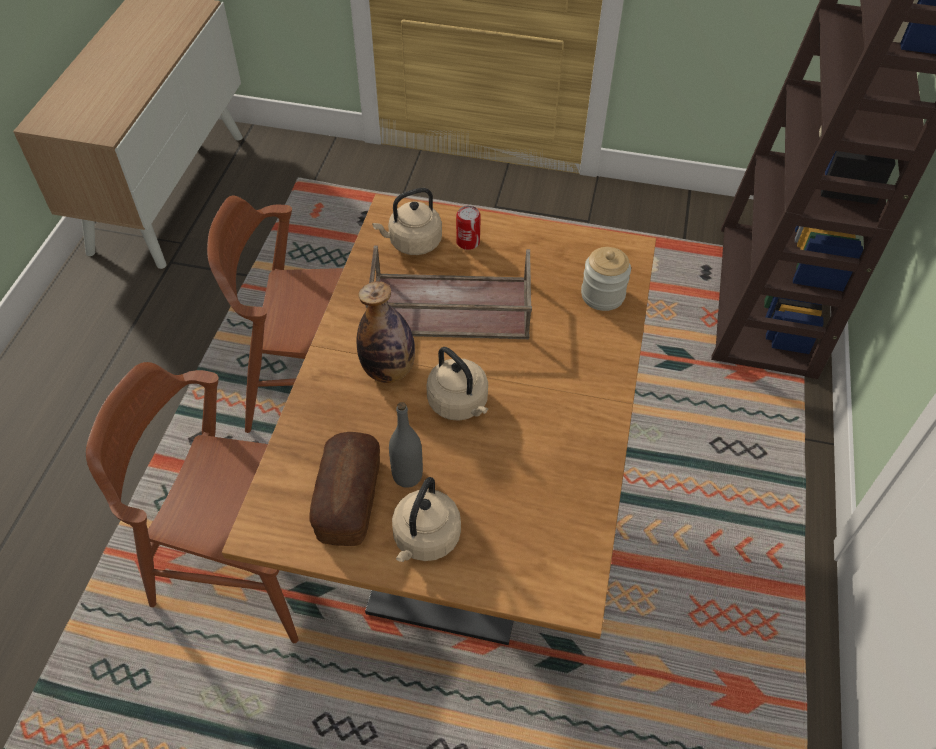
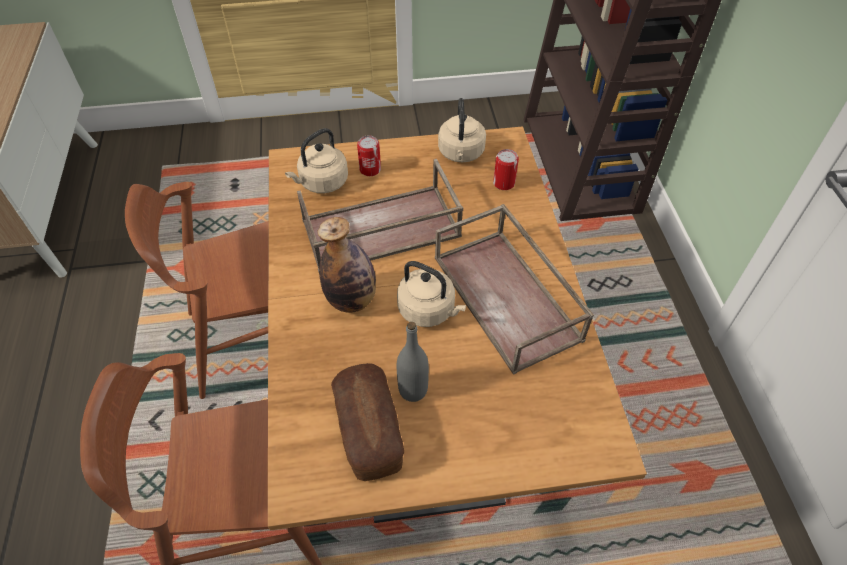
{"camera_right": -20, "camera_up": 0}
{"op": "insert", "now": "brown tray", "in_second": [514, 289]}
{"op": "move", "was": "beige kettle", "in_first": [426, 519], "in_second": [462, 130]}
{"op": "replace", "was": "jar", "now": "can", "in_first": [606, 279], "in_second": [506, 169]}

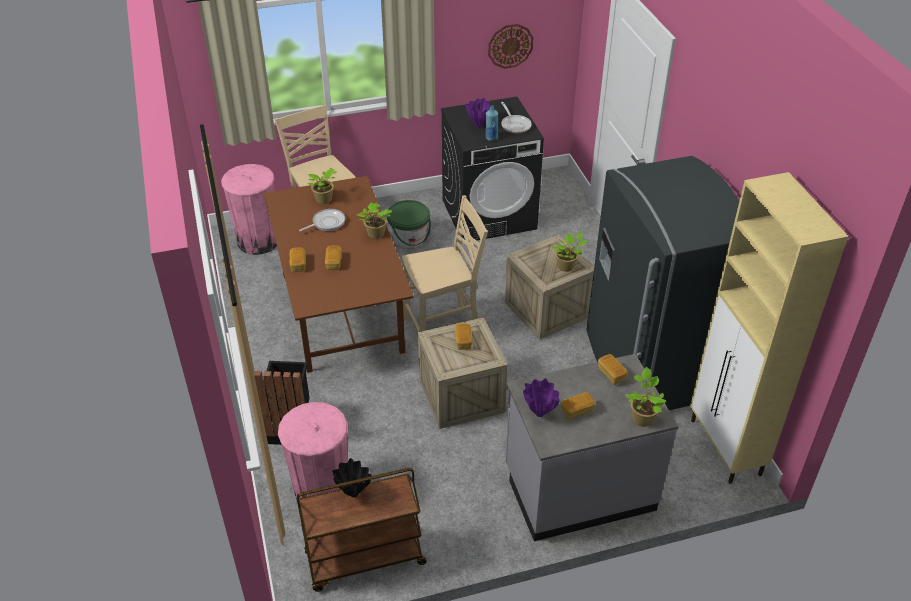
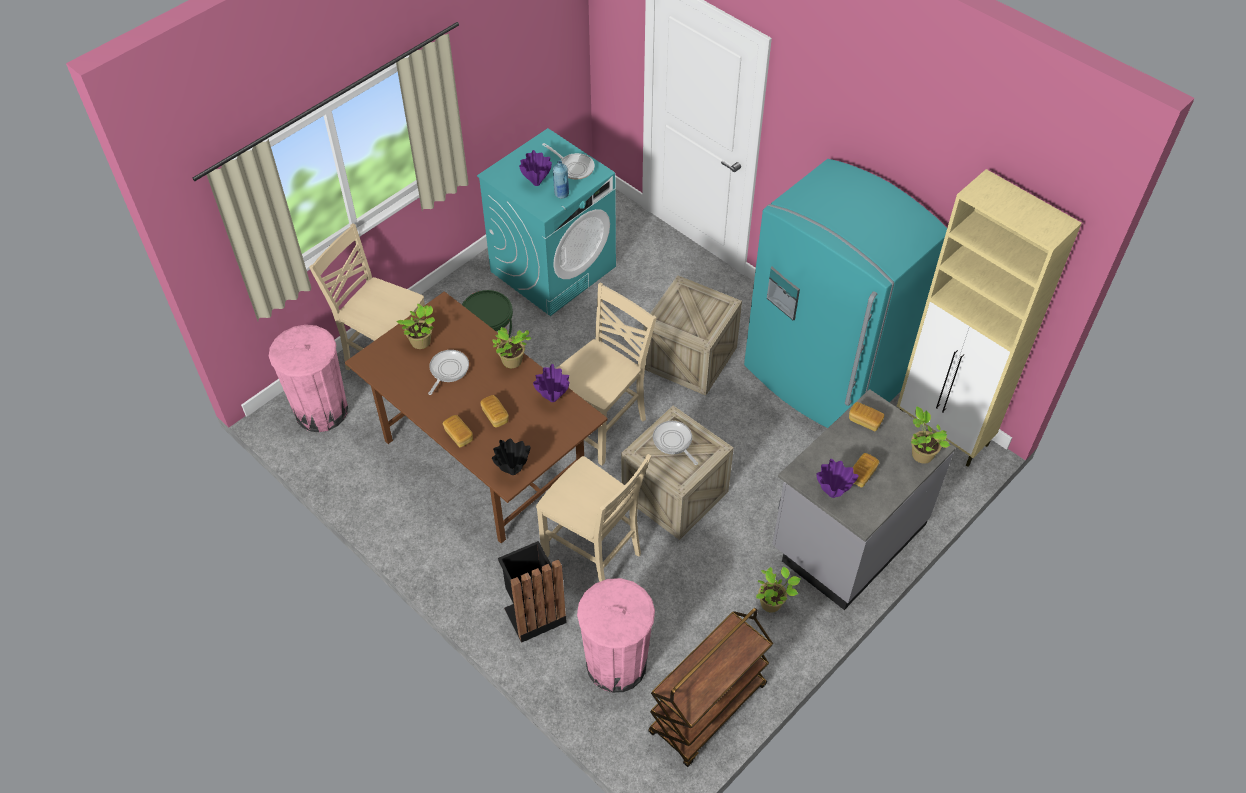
{"camera_right": -30, "camera_up": 10}
{"op": "recolor", "was": "black washing machine", "now": "turquoise washing machine", "in_first": [492, 170], "in_second": [546, 222]}
{"op": "move", "was": "black vase", "in_first": [352, 477], "in_second": [511, 457]}
{"op": "insert", "now": "purple vase", "in_second": [551, 383]}
{"op": "insert", "now": "beige chair", "in_second": [593, 518]}
{"op": "replace", "was": "bread", "now": "frying pan", "in_first": [463, 336], "in_second": [675, 443]}
{"op": "recolor", "was": "grey fridge", "now": "turquoise fridge", "in_first": [662, 283], "in_second": [845, 293]}
{"op": "move", "was": "potted plant", "in_first": [569, 252], "in_second": [778, 589]}
{"op": "delete", "was": "wall clock", "in_first": [510, 46]}

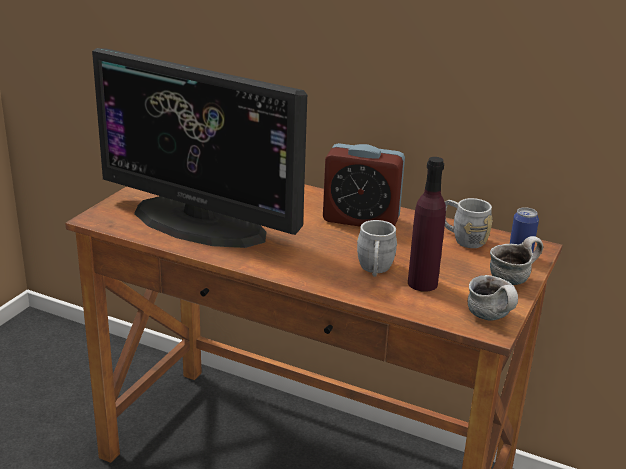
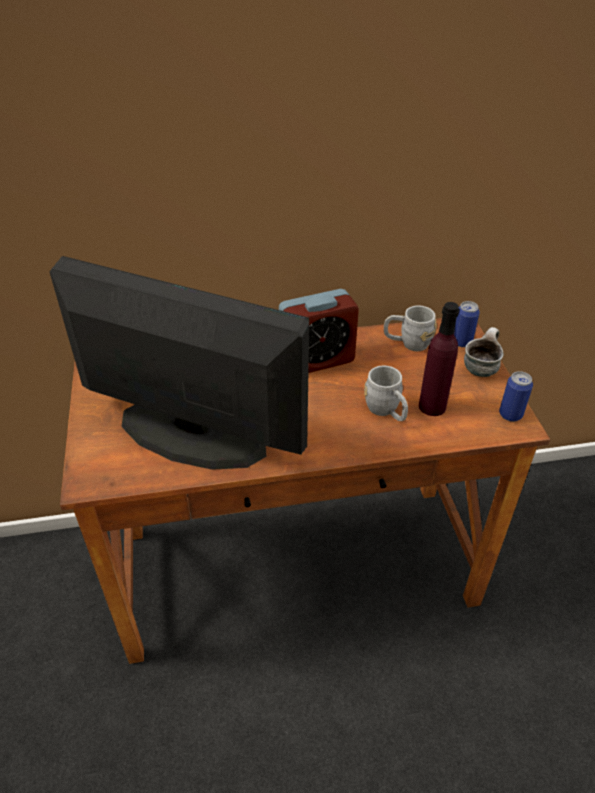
{"camera_right": -35, "camera_up": 15}
{"op": "rotate", "was": "monitor", "in_first": [199, 148], "in_second": [179, 363], "clockwise": -150}
{"op": "replace", "was": "mug", "now": "can", "in_first": [493, 298], "in_second": [516, 396]}

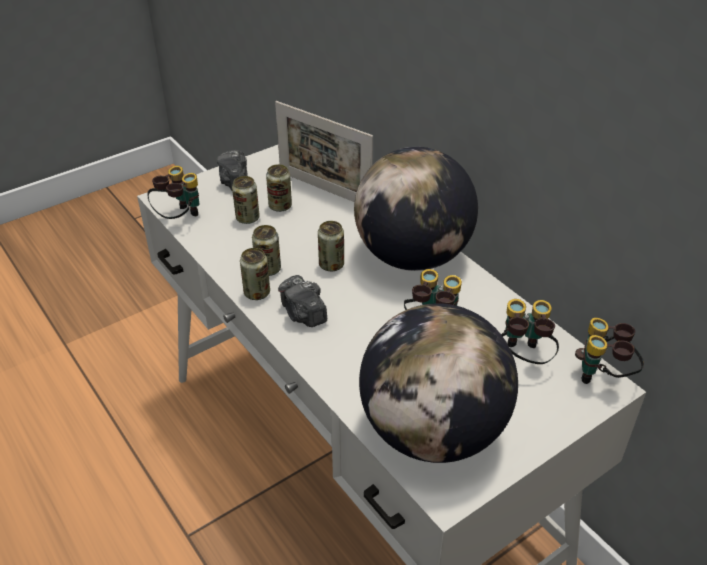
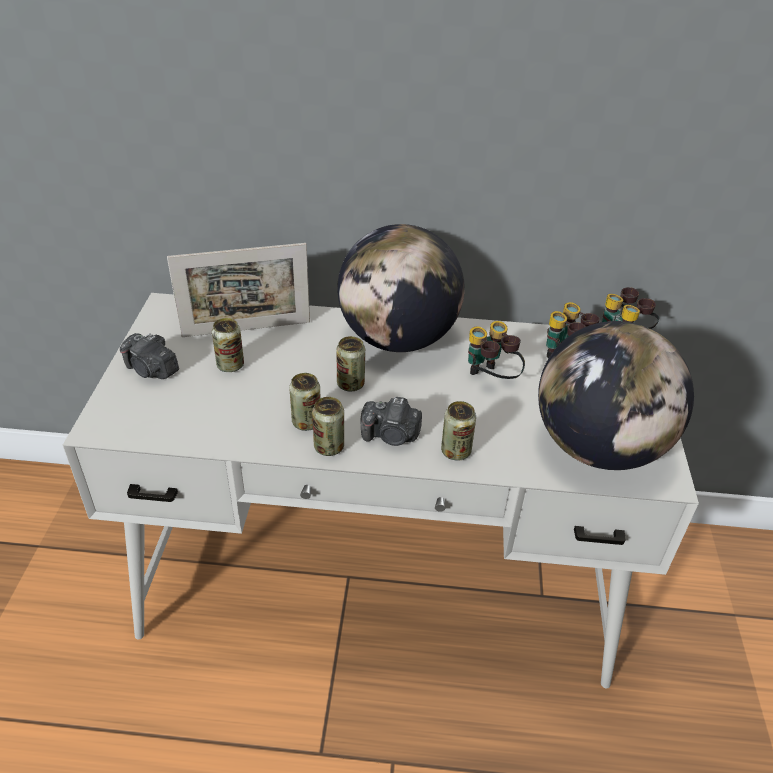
{"camera_right": -50, "camera_up": 0}
{"op": "move", "was": "can", "in_first": [246, 200], "in_second": [458, 430]}
{"op": "delete", "was": "binoculars", "in_first": [173, 192]}

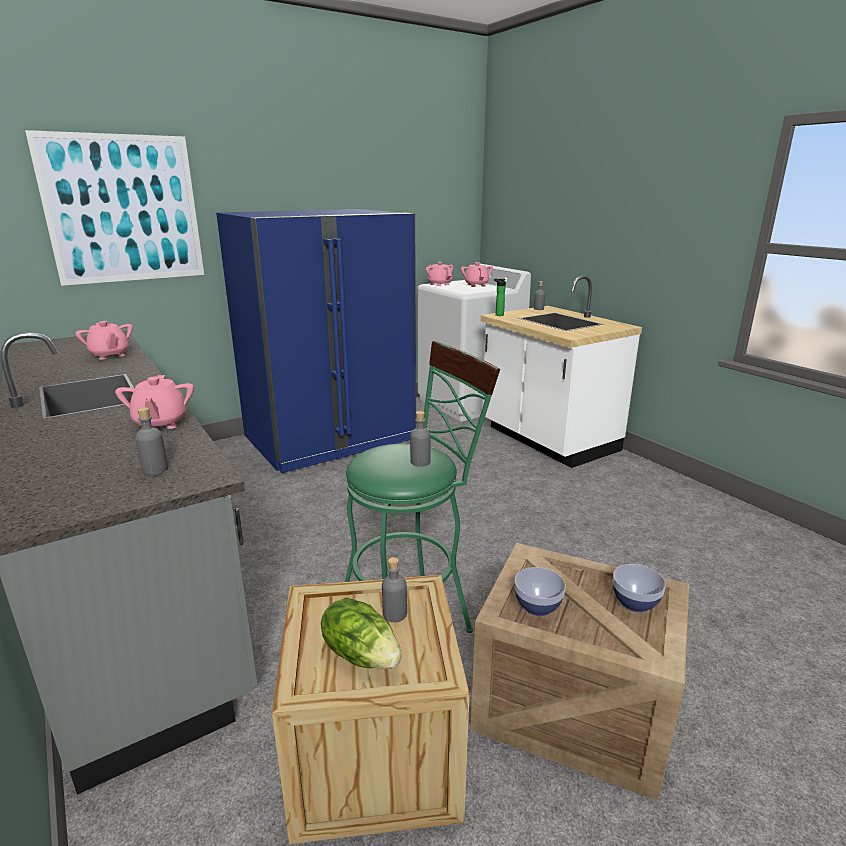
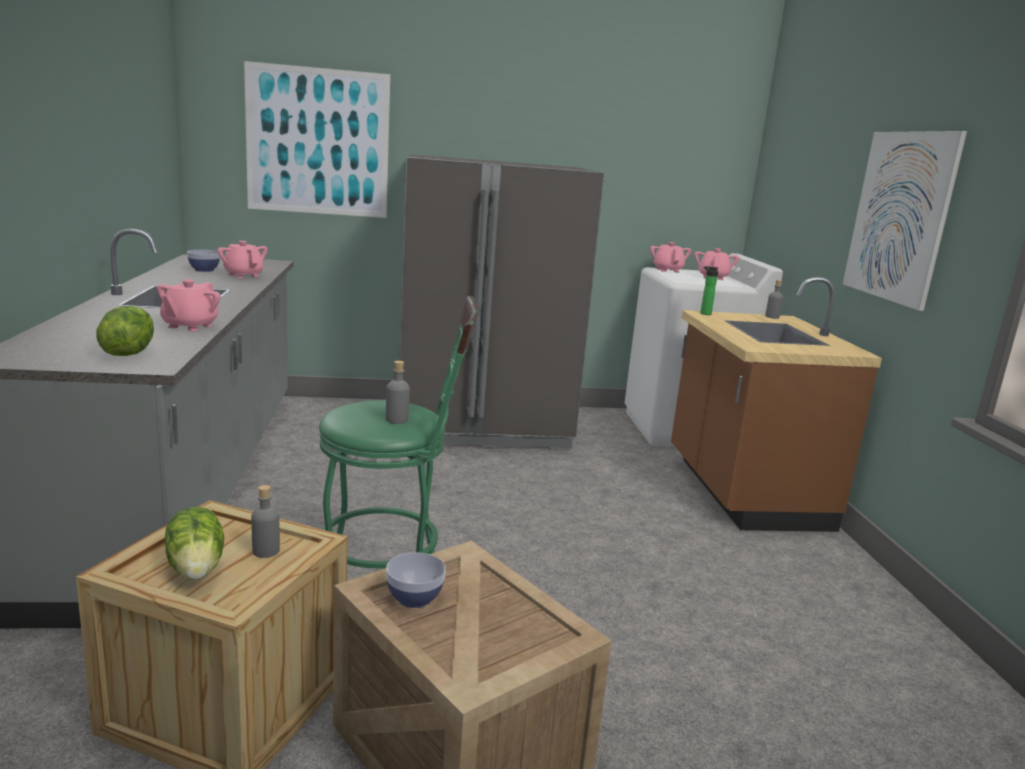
{"camera_right": 25, "camera_up": -5}
{"op": "replace", "was": "grey bottle", "now": "lettuce", "in_first": [151, 441], "in_second": [125, 331]}
{"op": "move", "was": "bowl", "in_first": [639, 588], "in_second": [203, 261]}
{"op": "rotate", "was": "pink teapot", "in_first": [104, 340], "in_second": [242, 259], "clockwise": 150}
{"op": "recolor", "was": "blue fridge", "now": "grey fridge", "in_first": [316, 341], "in_second": [502, 301]}
{"op": "recolor", "was": "white counter", "now": "brown counter", "in_first": [561, 372], "in_second": [776, 404]}
{"op": "insert", "now": "picture", "in_second": [905, 221]}

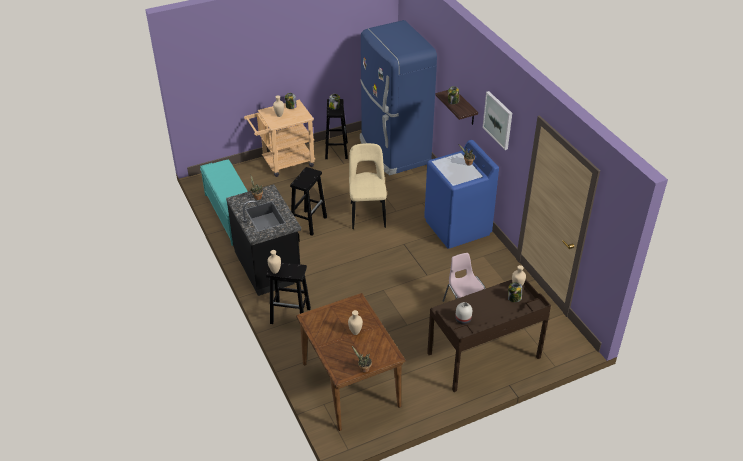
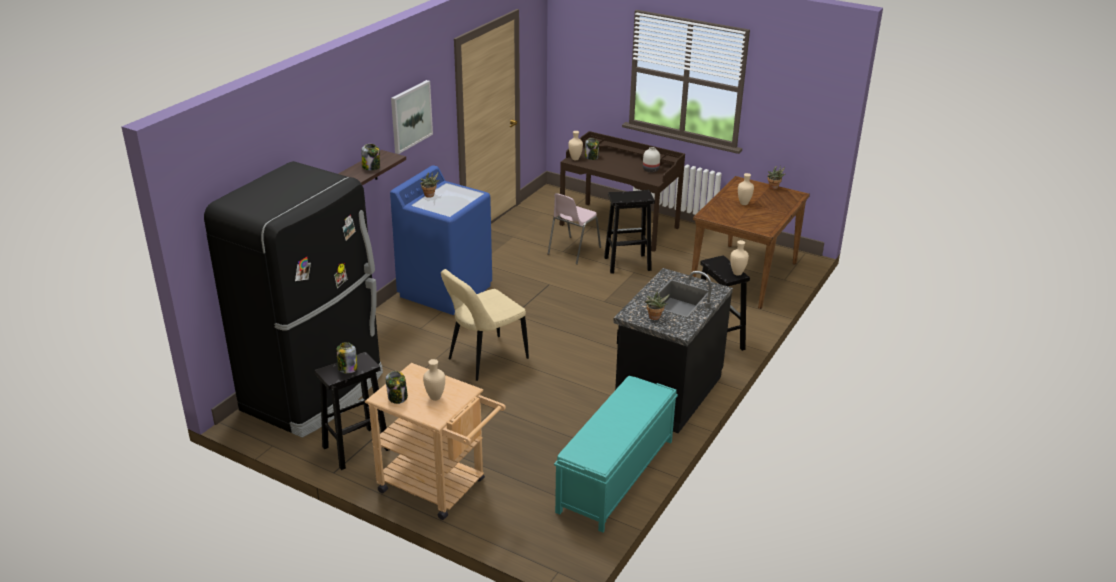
{"camera_right": -125, "camera_up": -10}
{"op": "recolor", "was": "blue fridge", "now": "black fridge", "in_first": [398, 97], "in_second": [293, 299]}
{"op": "move", "was": "black stool", "in_first": [308, 201], "in_second": [629, 232]}

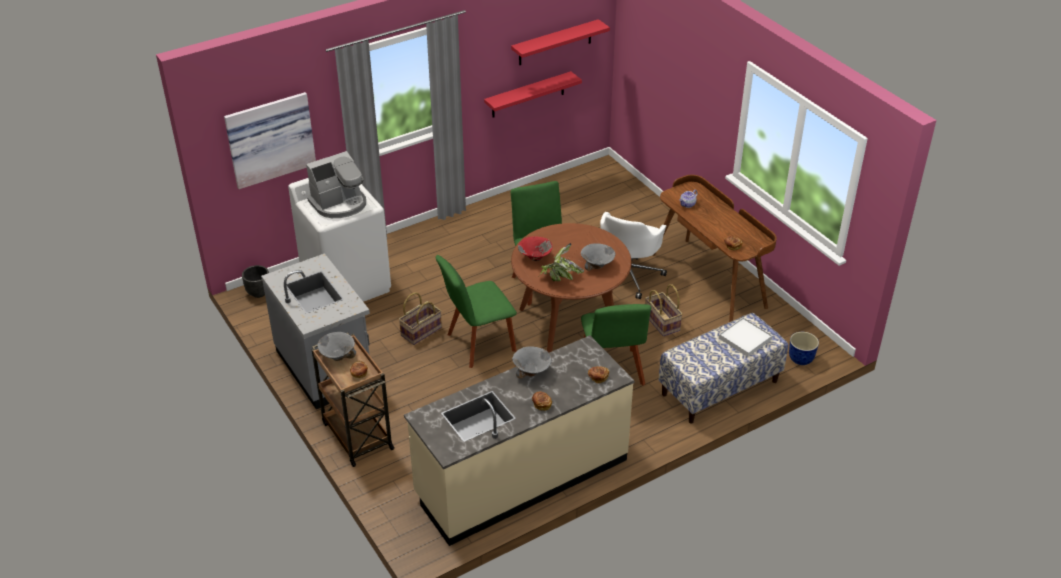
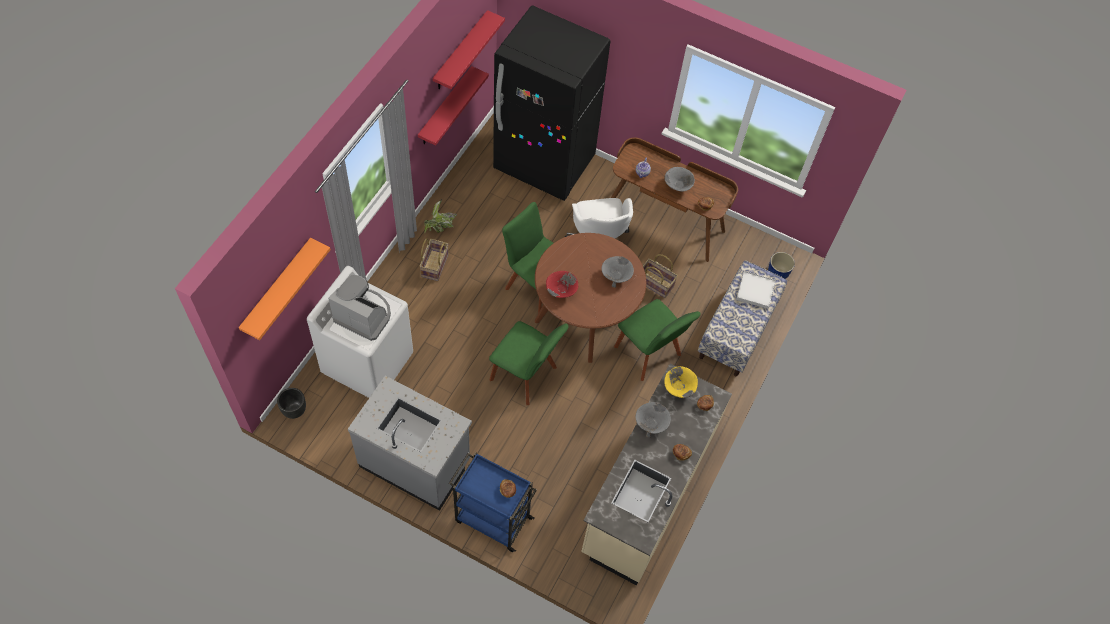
{"camera_right": -35, "camera_up": 20}
{"op": "replace", "was": "picture", "now": "orange shelf", "in_first": [270, 140], "in_second": [284, 289]}
{"op": "rotate", "was": "coffee machine", "in_first": [336, 184], "in_second": [359, 308], "clockwise": -90}
{"op": "move", "was": "basket", "in_first": [420, 318], "in_second": [434, 259]}
{"op": "move", "was": "potted plant", "in_first": [561, 262], "in_second": [440, 216]}
{"op": "recolor", "was": "brown cart", "now": "blue cart", "in_first": [353, 400], "in_second": [493, 502]}
{"op": "rotate", "was": "green chair", "in_first": [476, 311], "in_second": [528, 363], "clockwise": -90}
{"op": "insert", "now": "black fridge", "in_second": [552, 103]}
{"op": "move", "was": "grey bowl", "in_first": [336, 346], "in_second": [679, 179]}
{"op": "insert", "now": "yellow bowl", "in_second": [681, 382]}

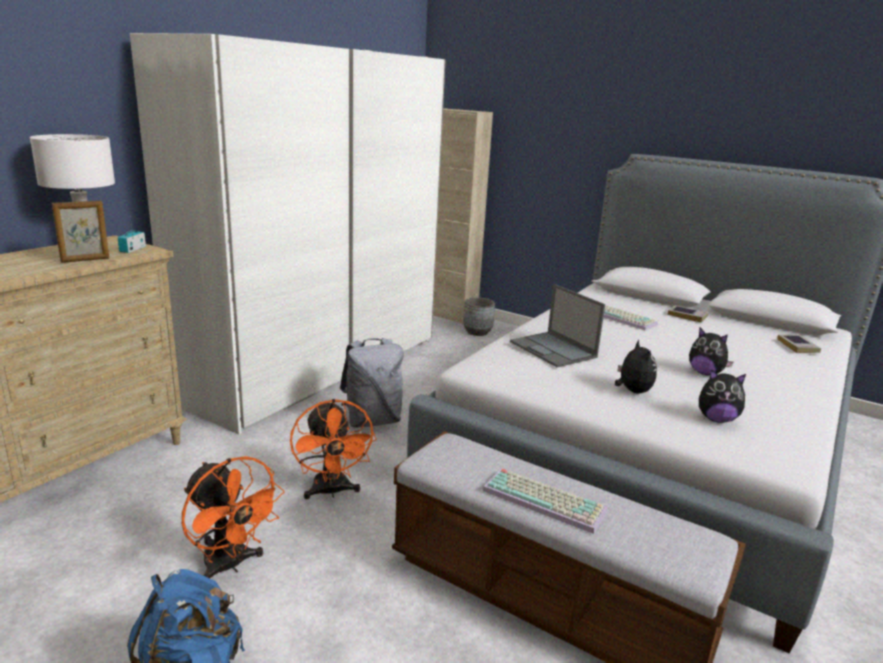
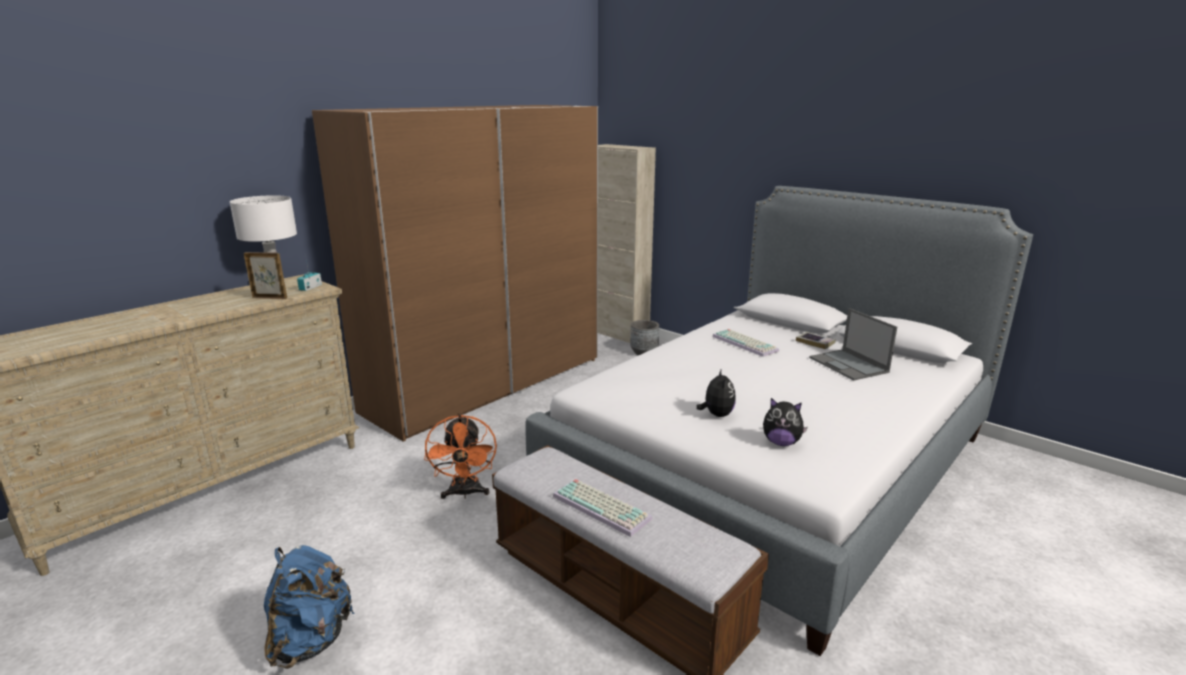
{"camera_right": 10, "camera_up": 0}
{"op": "rotate", "was": "picture frame", "in_first": [80, 232], "in_second": [265, 275], "clockwise": -150}
{"op": "recolor", "was": "white wardrobe", "now": "brown wardrobe", "in_first": [288, 234], "in_second": [455, 273]}
{"op": "move", "was": "laptop", "in_first": [557, 325], "in_second": [853, 344]}
{"op": "delete", "was": "orange fan", "in_first": [233, 517]}
{"op": "delete", "was": "grey backpack", "in_first": [372, 383]}
{"op": "delete", "was": "plush toy", "in_first": [711, 352]}
{"op": "delete", "was": "book", "in_first": [799, 344]}

